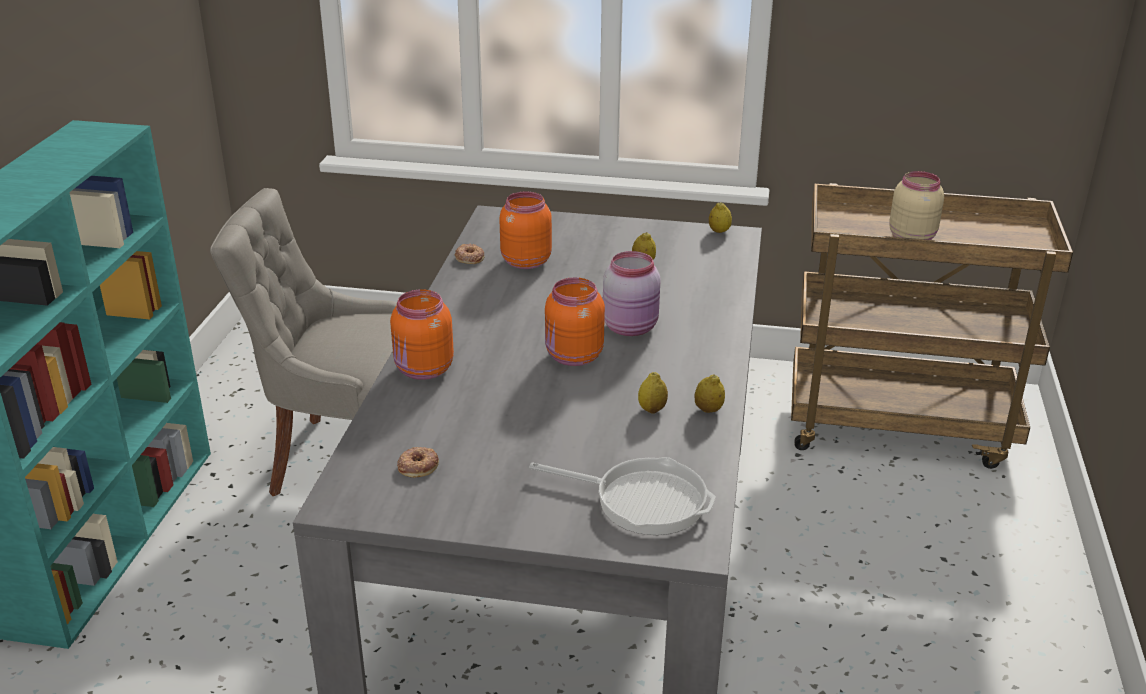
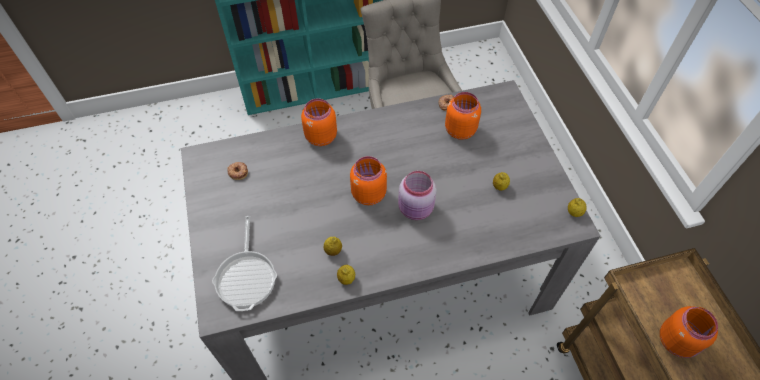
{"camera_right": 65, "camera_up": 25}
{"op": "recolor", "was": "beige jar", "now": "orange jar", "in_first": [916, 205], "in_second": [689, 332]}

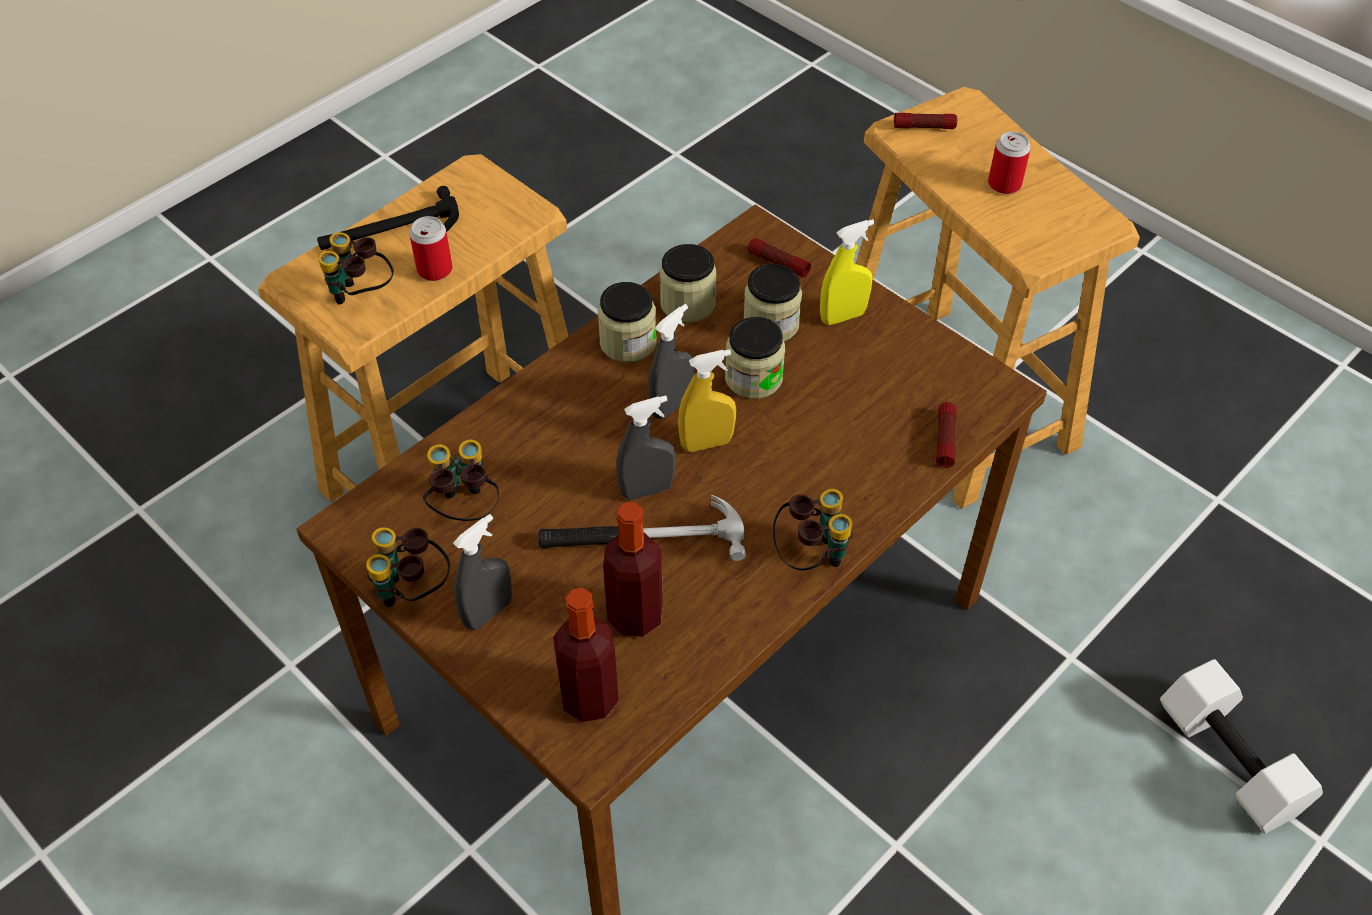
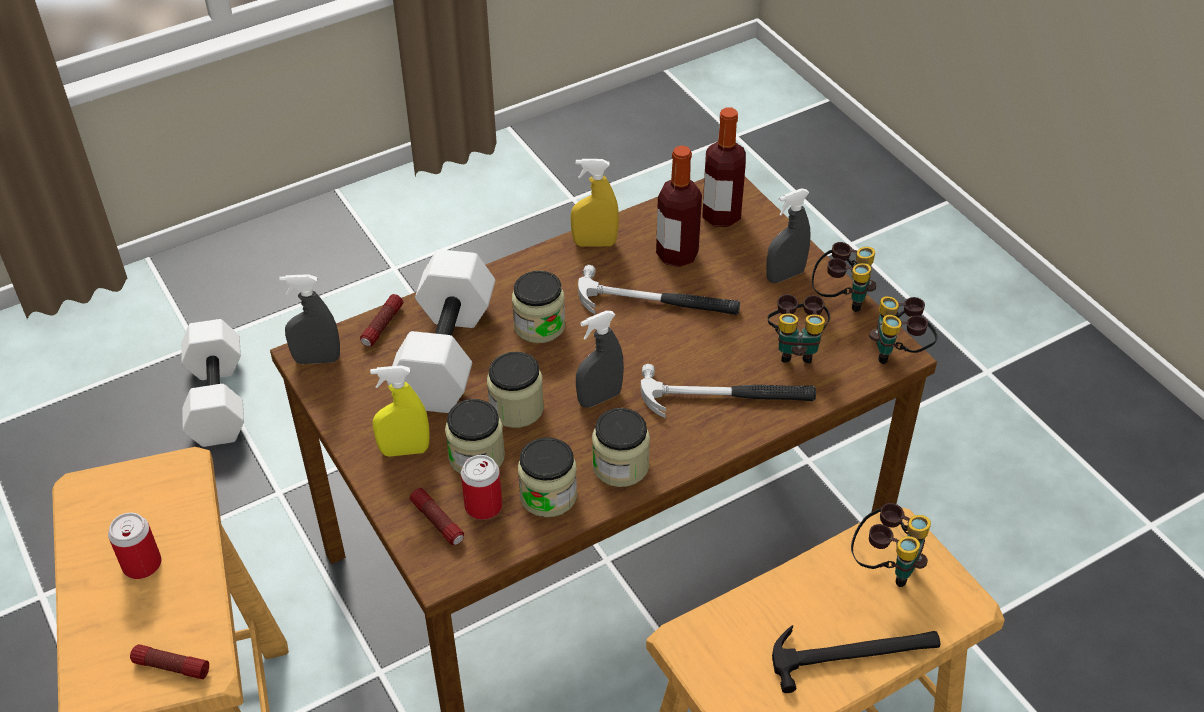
{"camera_right": -165, "camera_up": -5}
{"op": "move", "was": "grey spray bottle", "in_first": [646, 447], "in_second": [309, 319]}
{"op": "insert", "now": "white dumbbell", "in_second": [441, 331]}
{"op": "move", "was": "can", "in_first": [430, 248], "in_second": [481, 487]}
{"op": "insert", "now": "jar", "in_second": [538, 307]}
{"op": "move", "was": "yellow spray bottle", "in_first": [707, 400], "in_second": [594, 203]}
{"op": "insert", "now": "hammer", "in_second": [728, 391]}
{"op": "move", "was": "binoculars", "in_first": [813, 530], "in_second": [903, 330]}

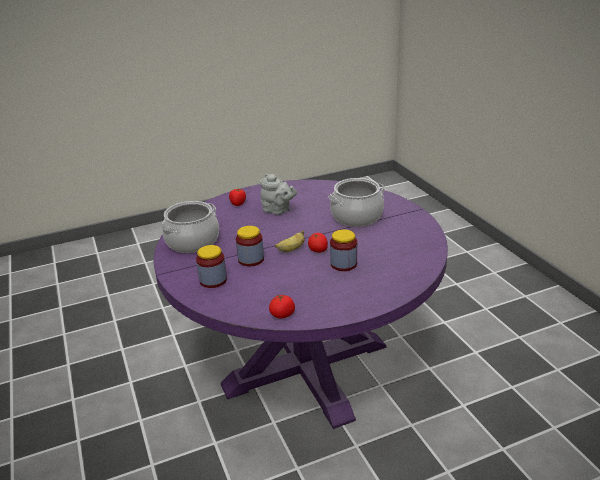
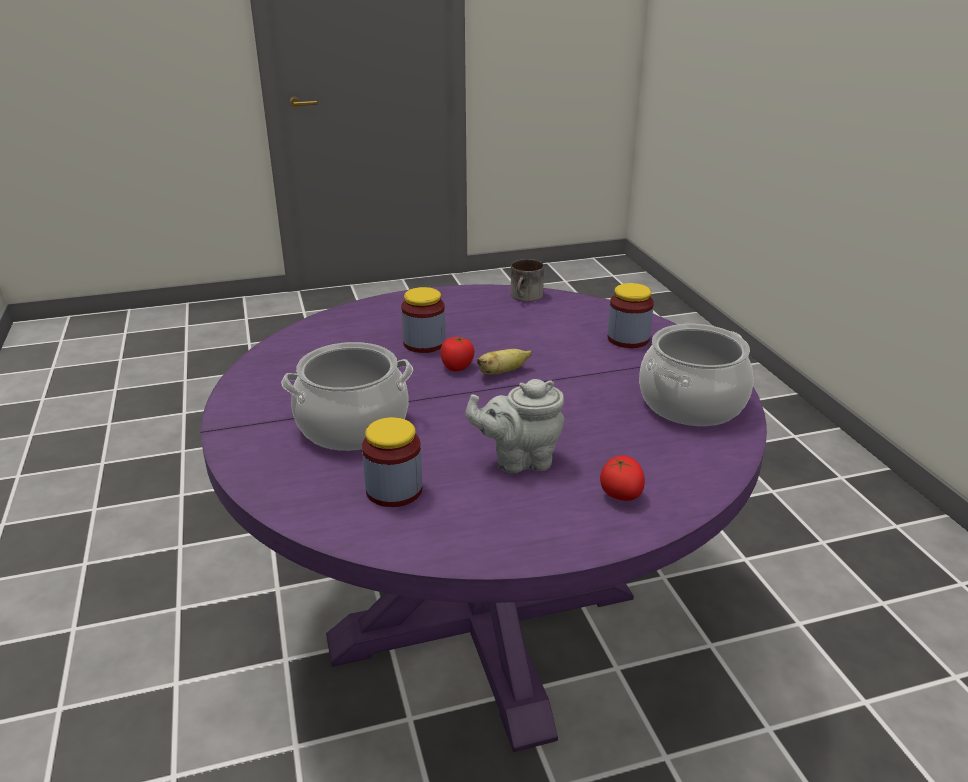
{"camera_right": -175, "camera_up": 0}
{"op": "move", "was": "jar", "in_first": [250, 246], "in_second": [392, 462]}
{"op": "rotate", "was": "grey teapot", "in_first": [278, 194], "in_second": [515, 426], "clockwise": -45}
{"op": "replace", "was": "tomato", "now": "mug", "in_first": [282, 306], "in_second": [527, 280]}

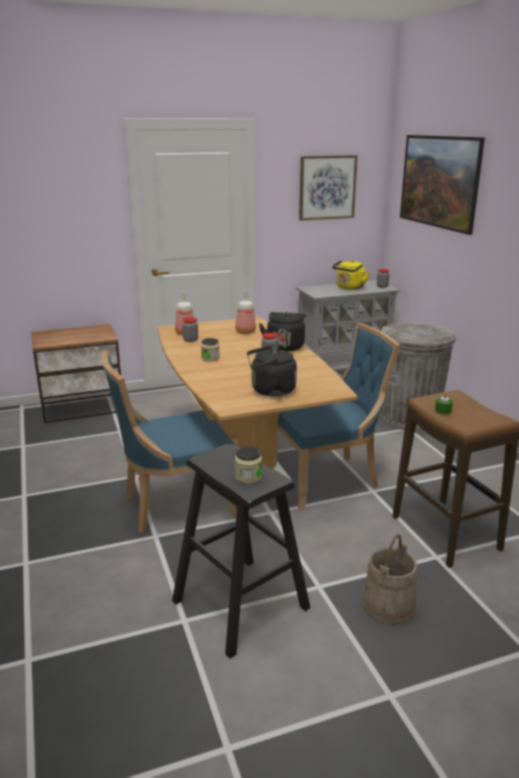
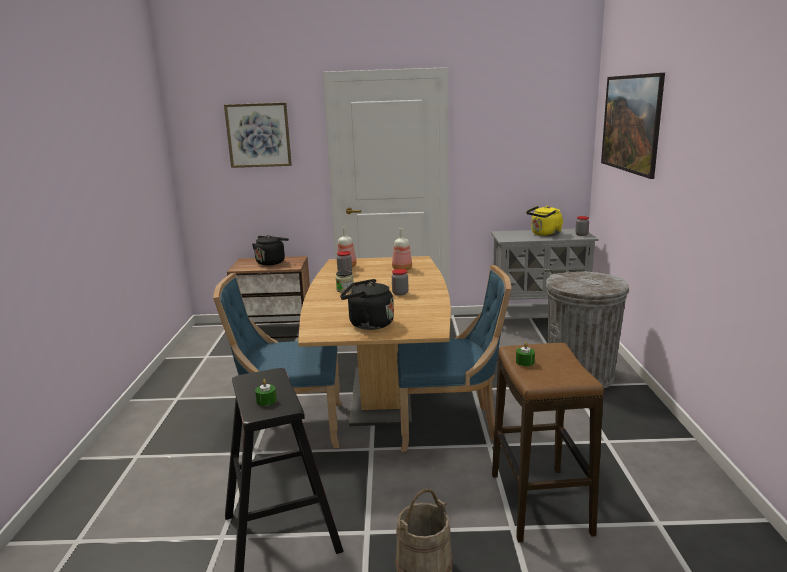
{"camera_right": 20, "camera_up": -5}
{"op": "move", "was": "picture", "in_first": [328, 188], "in_second": [258, 135]}
{"op": "move", "was": "black kettle", "in_first": [282, 331], "in_second": [270, 250]}
{"op": "replace", "was": "jar", "now": "green candle", "in_first": [248, 465], "in_second": [266, 392]}

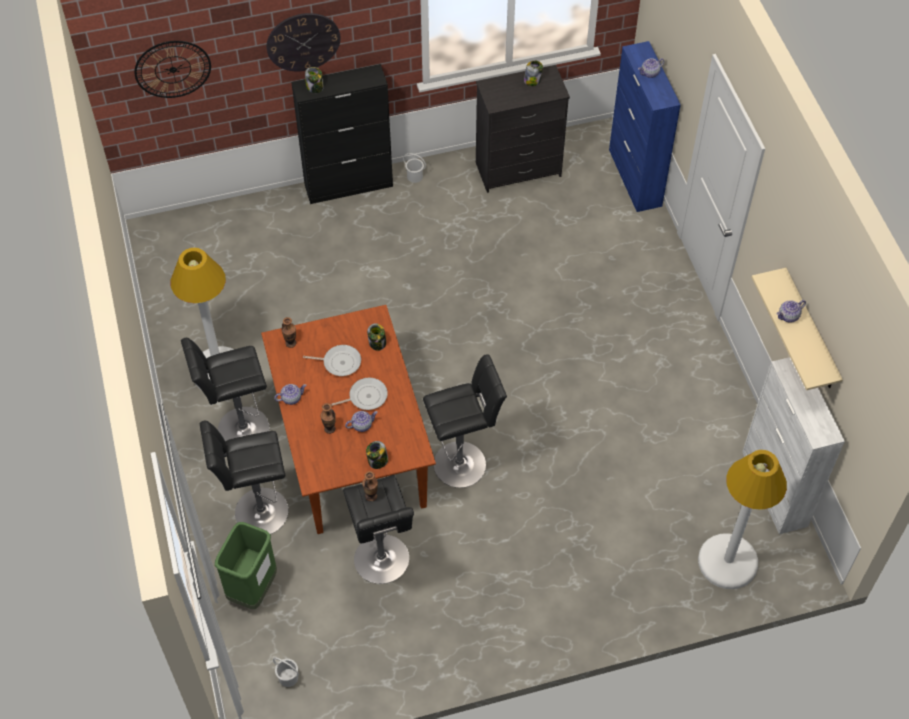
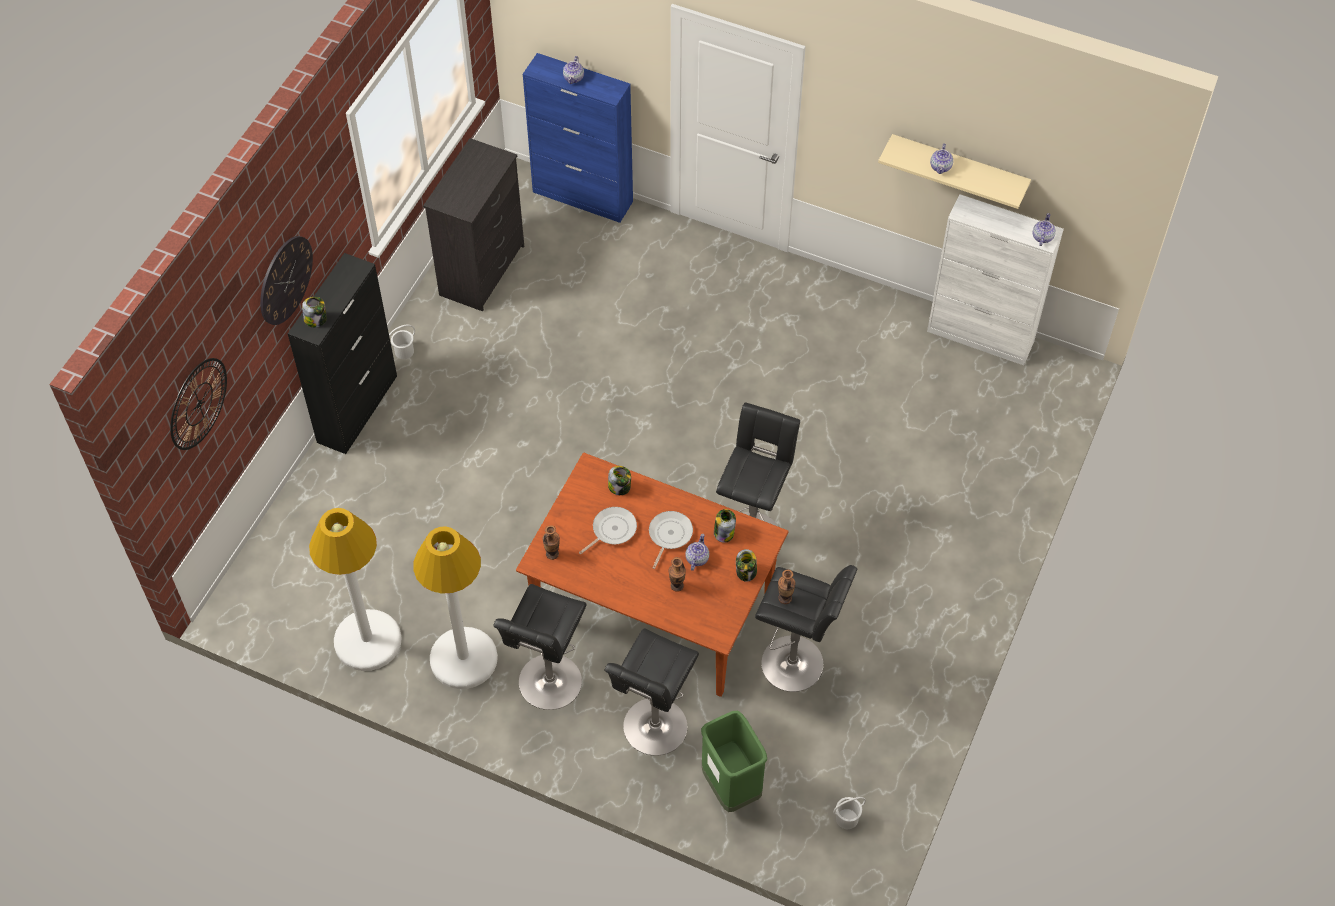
{"camera_right": -50, "camera_up": 0}
{"op": "move", "was": "white floor lamp", "in_first": [742, 519], "in_second": [355, 589]}
{"op": "move", "was": "jar", "in_first": [533, 73], "in_second": [725, 526]}
{"op": "move", "was": "teapot", "in_first": [290, 394], "in_second": [1044, 229]}

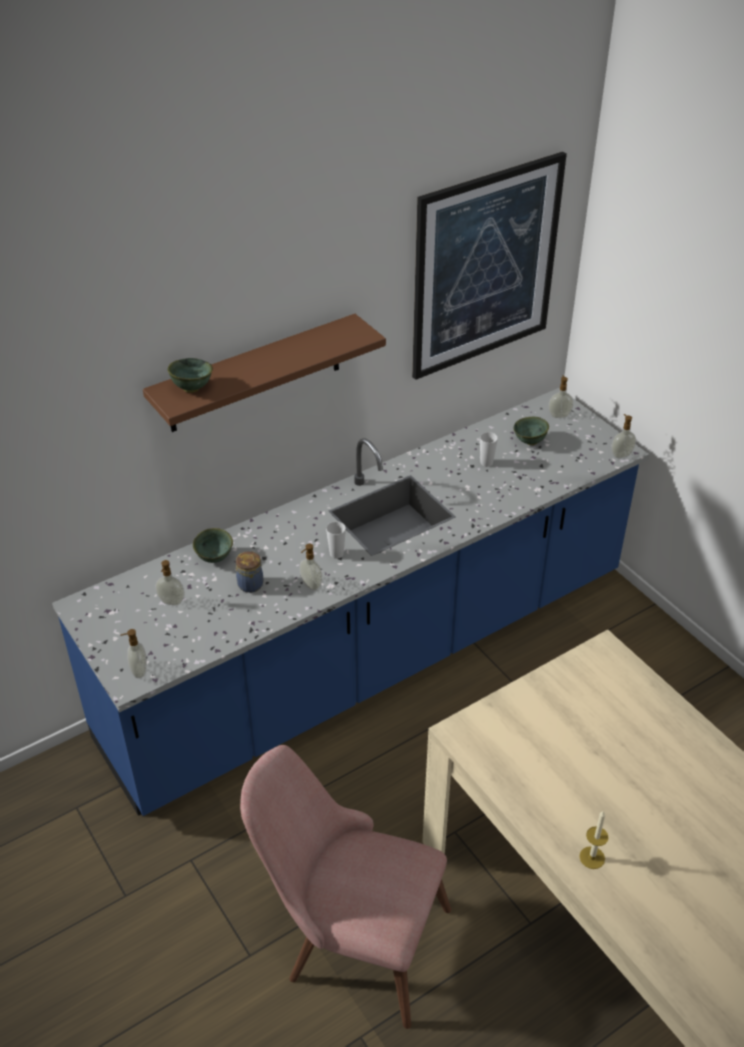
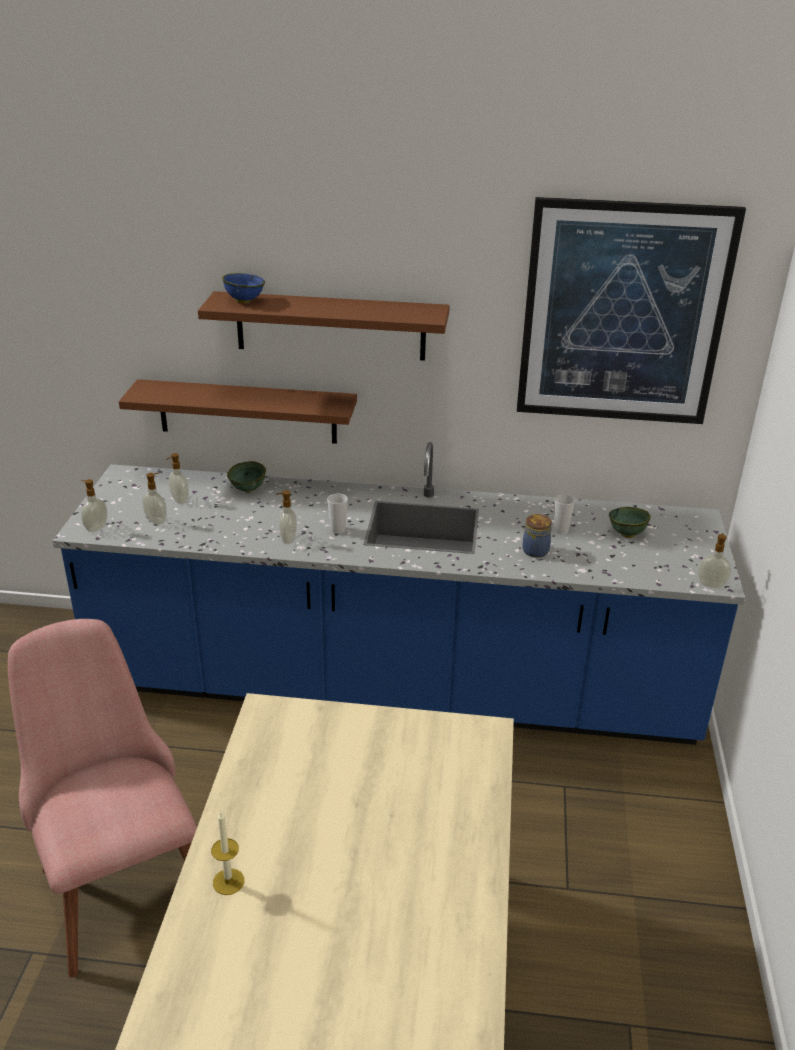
{"camera_right": 40, "camera_up": -10}
{"op": "insert", "now": "brown shelf", "in_second": [238, 411]}
{"op": "move", "was": "soap dispenser", "in_first": [560, 396], "in_second": [154, 499]}
{"op": "recolor", "was": "green bowl", "now": "blue bowl", "in_first": [190, 375], "in_second": [243, 288]}
{"op": "move", "was": "jar", "in_first": [250, 572], "in_second": [537, 536]}

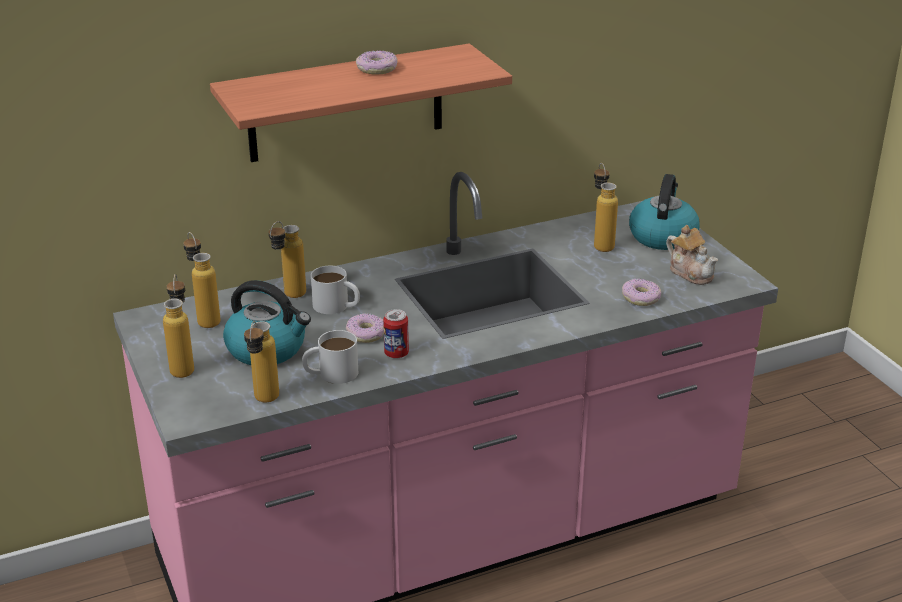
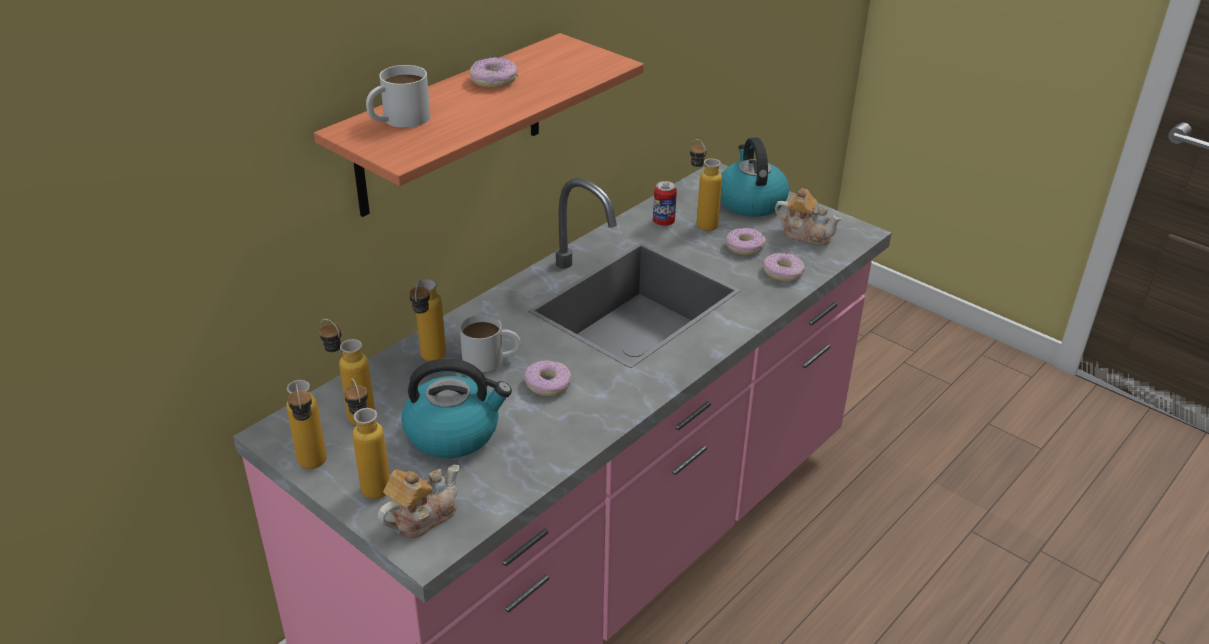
{"camera_right": -25, "camera_up": 5}
{"op": "move", "was": "bottle", "in_first": [261, 361], "in_second": [307, 424]}
{"op": "move", "was": "white mug", "in_first": [330, 357], "in_second": [398, 96]}
{"op": "insert", "now": "teapot", "in_second": [418, 501]}
{"op": "move", "was": "can", "in_first": [396, 334], "in_second": [665, 203]}
{"op": "insert", "now": "donut", "in_second": [746, 241]}

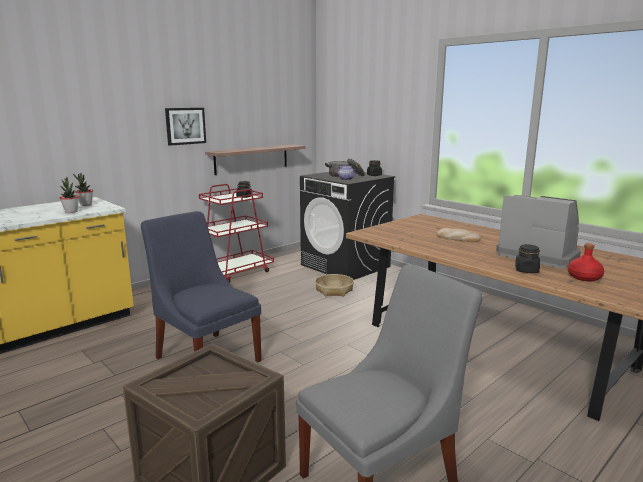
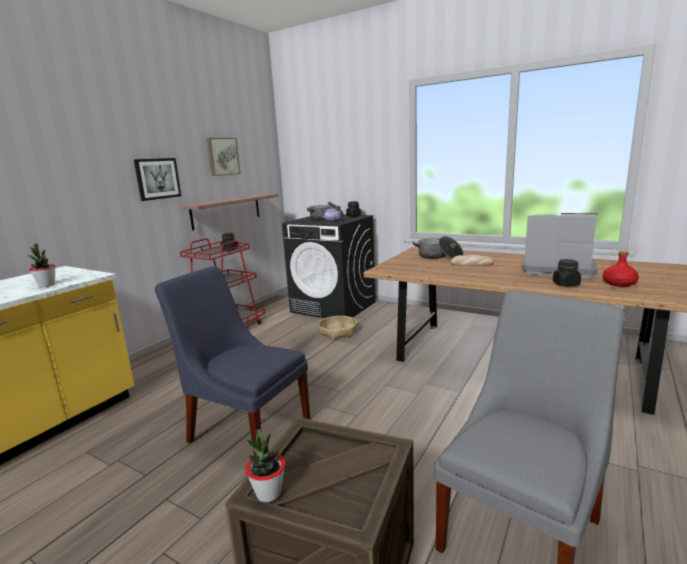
{"camera_right": -15, "camera_up": 0}
{"op": "insert", "now": "picture", "in_second": [224, 157]}
{"op": "move", "was": "potted plant", "in_first": [83, 189], "in_second": [265, 465]}
{"op": "insert", "now": "cooking pot", "in_second": [437, 247]}

